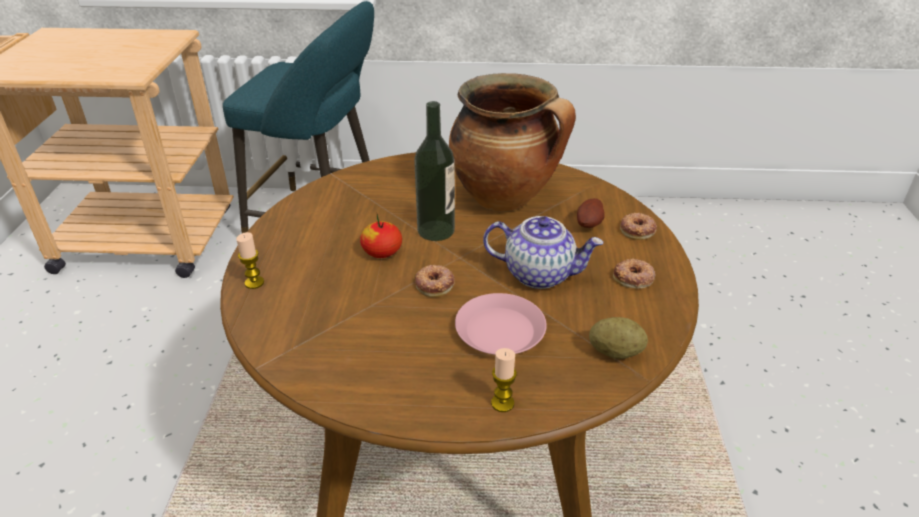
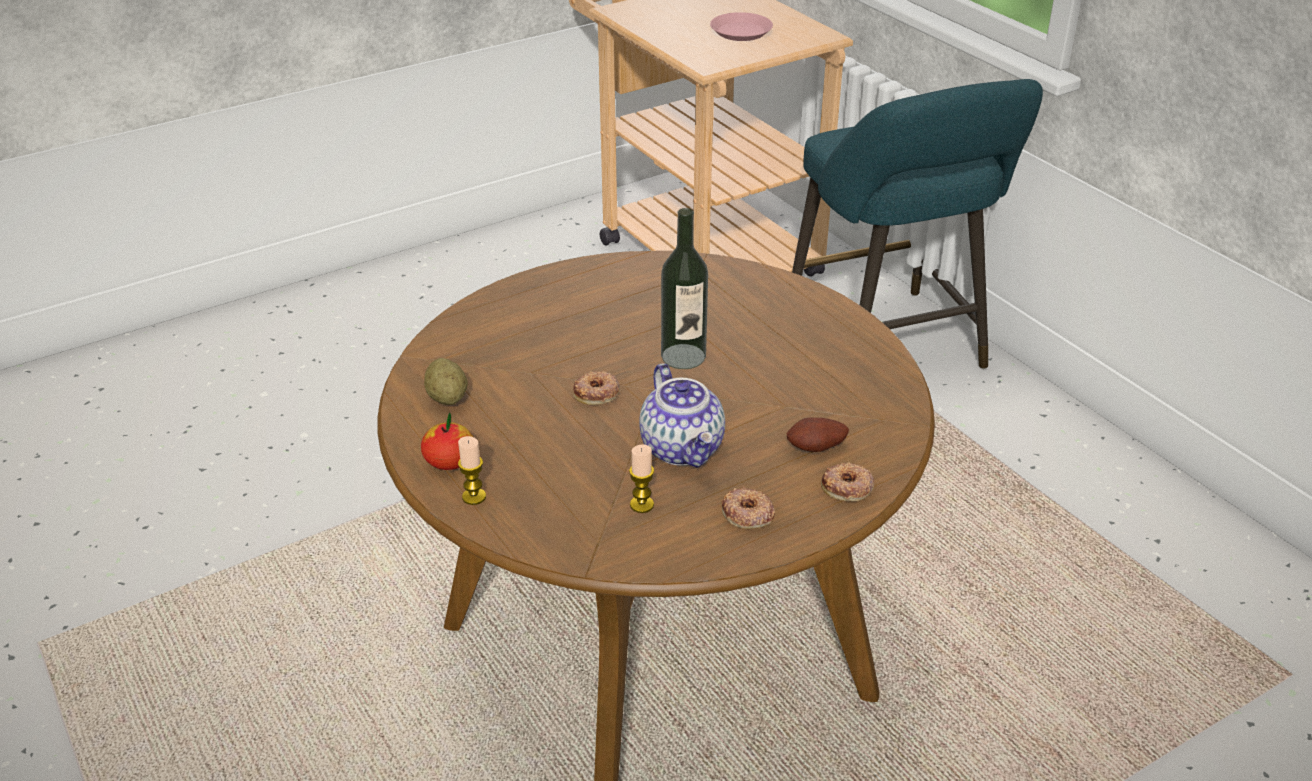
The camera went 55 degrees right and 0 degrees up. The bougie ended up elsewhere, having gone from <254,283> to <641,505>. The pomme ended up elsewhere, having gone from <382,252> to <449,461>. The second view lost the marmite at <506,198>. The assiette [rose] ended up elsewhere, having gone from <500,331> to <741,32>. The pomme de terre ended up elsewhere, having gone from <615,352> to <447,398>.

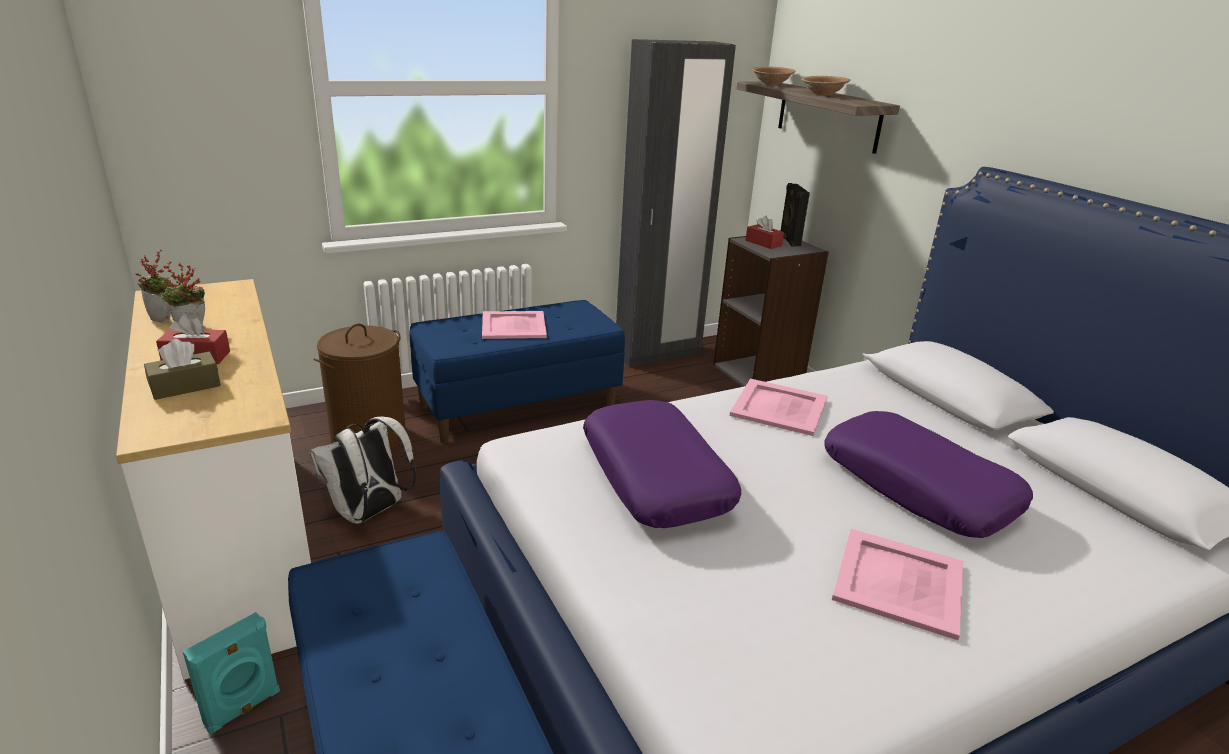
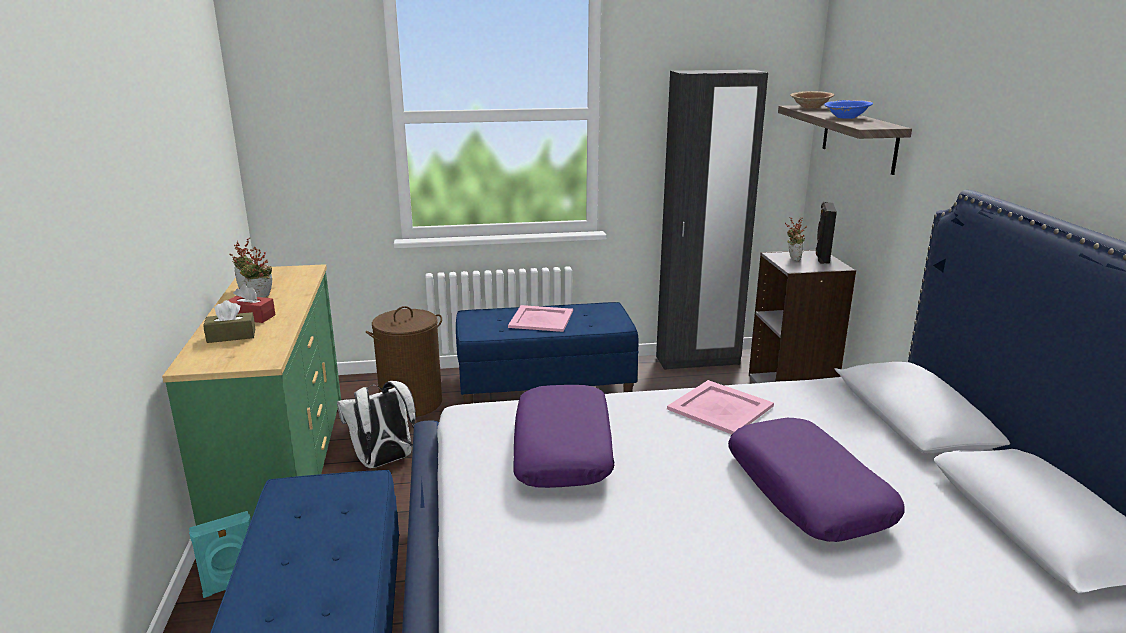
The camera went 20 degrees right and 5 degrees down. What was the commode [blanc] at <241,543> turned into the commode [vert] at <282,470>. Where the boîte à mouchoirs [rouge] stood at <763,243>, the plante en pot came to stand at <792,259>. What was the bol [marron] at <823,94> turned into the bol [bleu] at <846,117>. The second view lost the plateau [rose] at <900,581>.

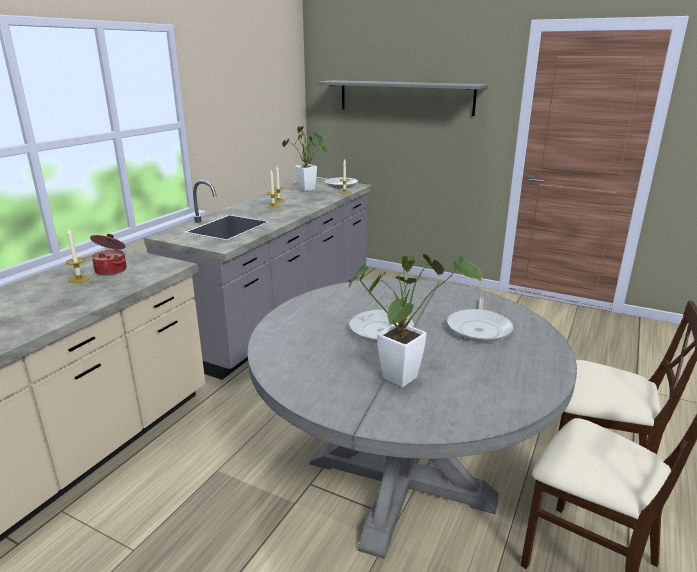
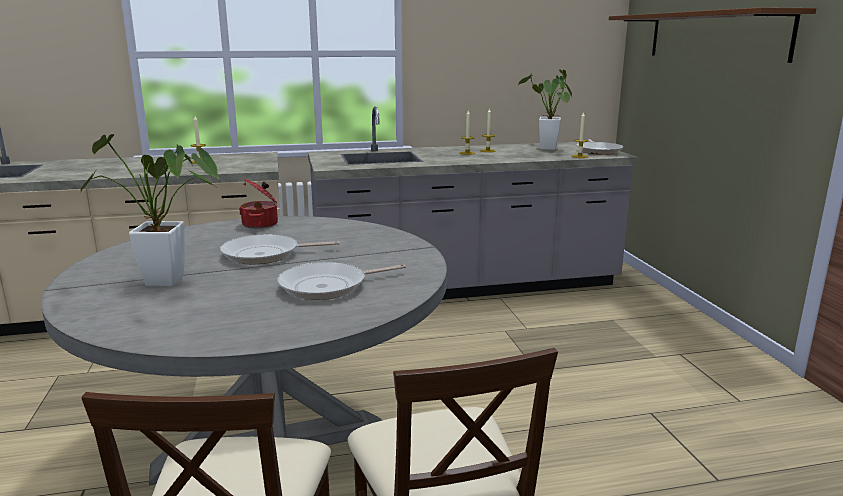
The camera went 50 degrees right and 5 degrees down. The marmite ended up elsewhere, having gone from <112,270> to <261,224>. What was the étagère [gris] at <405,97> turned into the étagère [marron] at <714,36>.

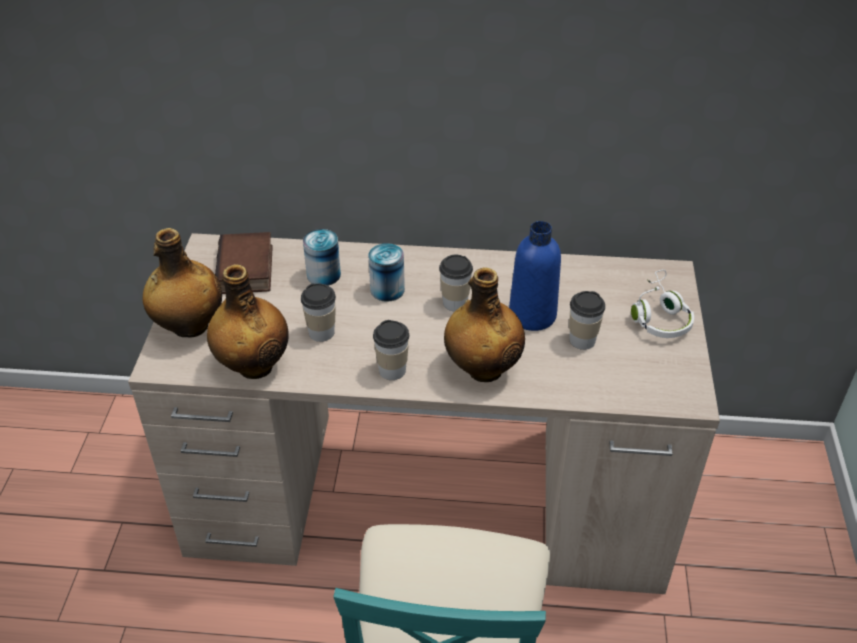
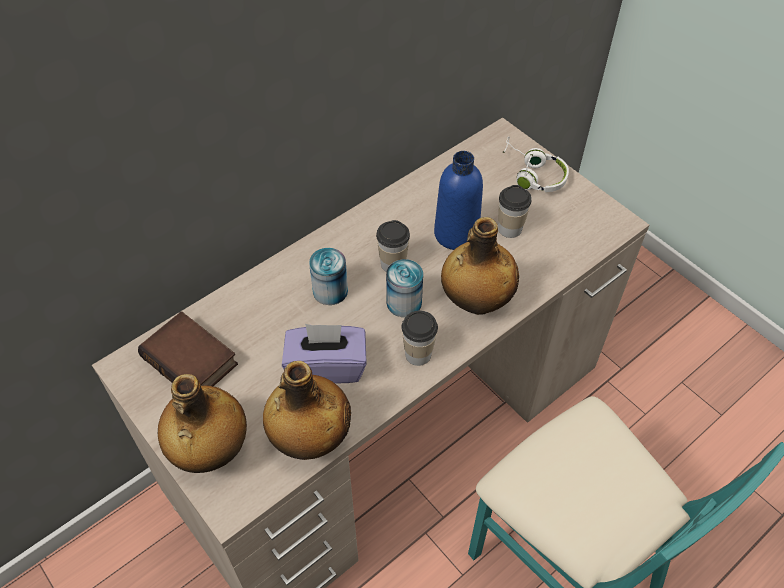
The camera went 45 degrees left and 10 degrees up. Where the tasse stood at <321,332>, the boîte à mouchoirs [violet] came to stand at <327,366>. The boîte métallique ended up elsewhere, having gone from <323,275> to <404,302>.

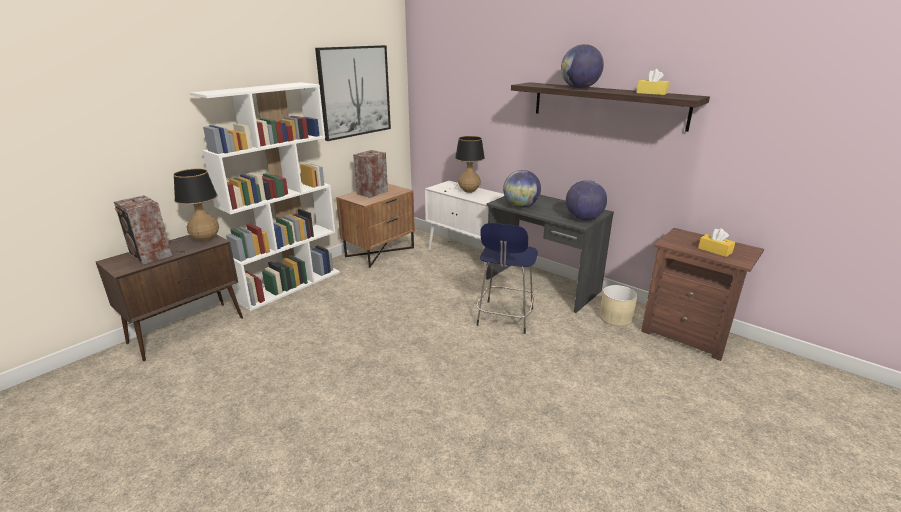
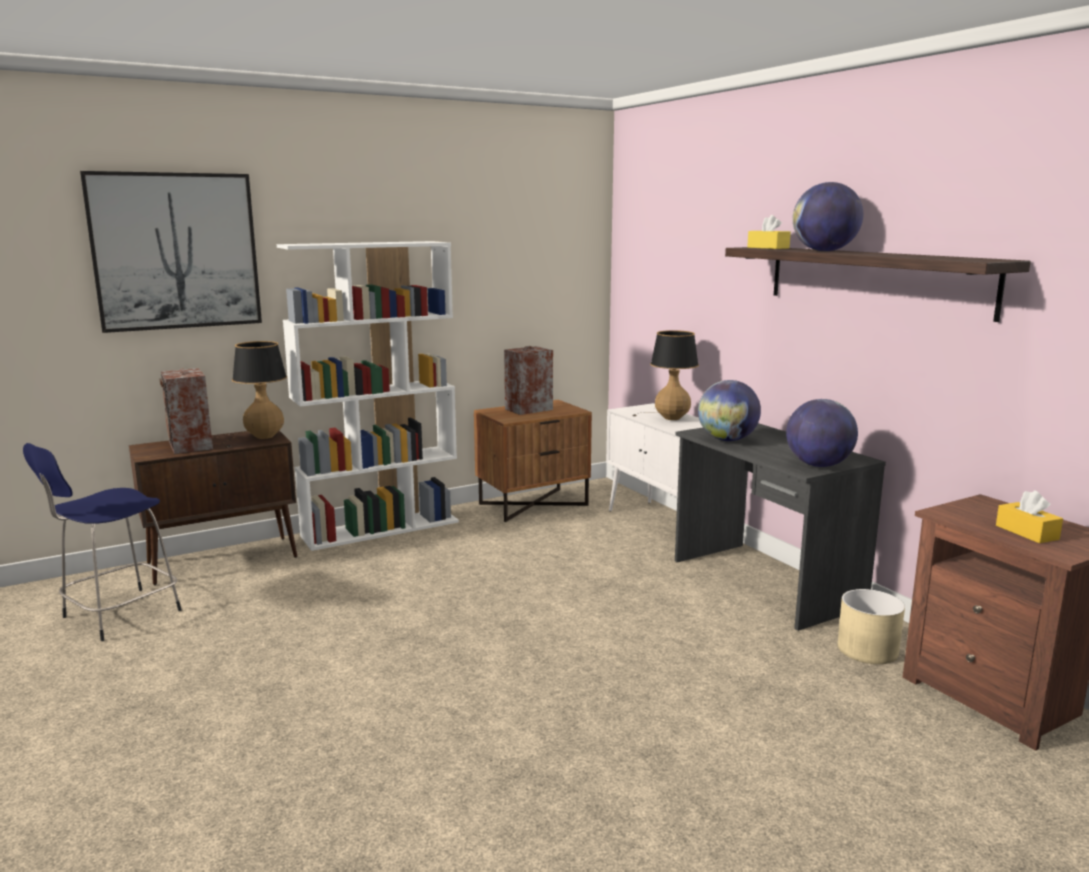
The camera went 20 degrees right and 10 degrees down. The tableau ended up elsewhere, having gone from <355,91> to <176,251>. The tabouret [bleu] ended up elsewhere, having gone from <504,318> to <118,615>. The boîte à mouchoirs [jaune] ended up elsewhere, having gone from <651,93> to <768,248>.

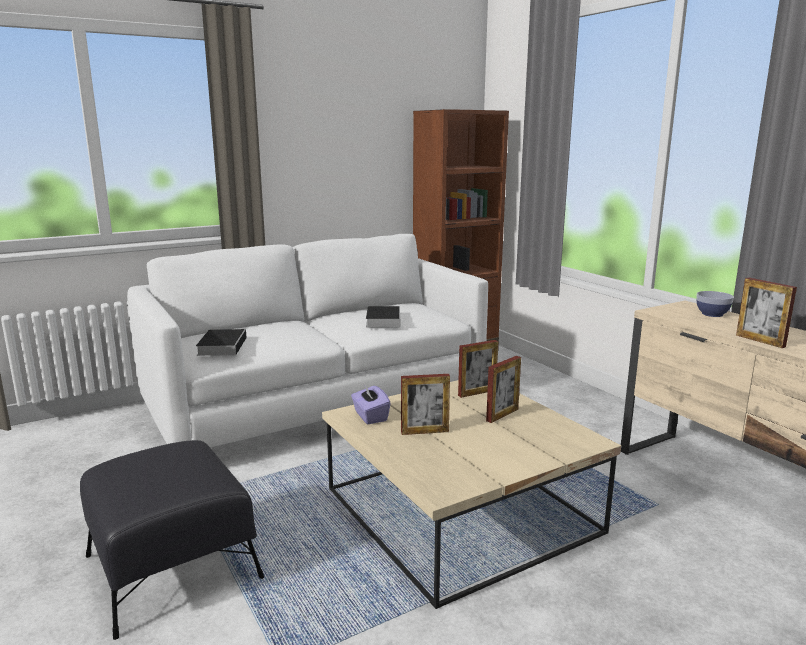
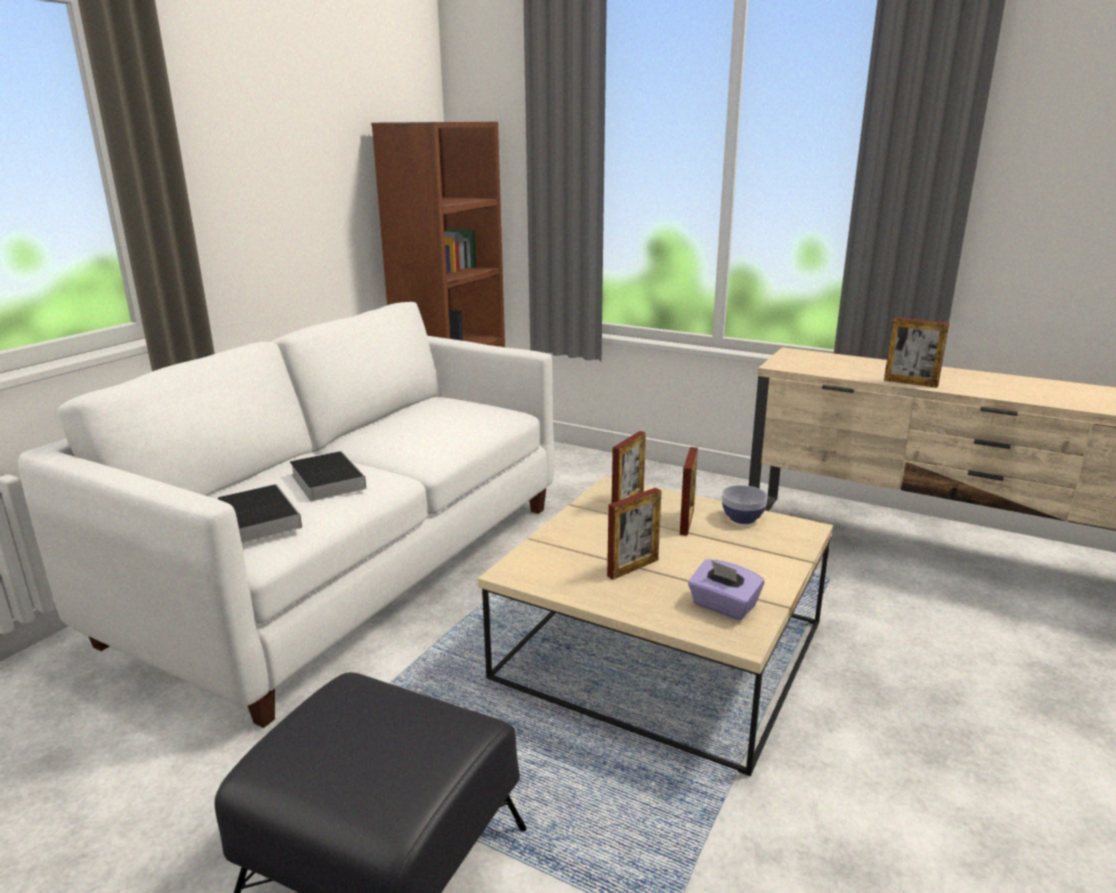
The camera went 30 degrees left and 5 degrees up. The boîte à mouchoirs [violet] ended up elsewhere, having gone from <370,416> to <723,606>. The livre ended up elsewhere, having gone from <383,320> to <326,480>. The bol ended up elsewhere, having gone from <712,314> to <742,518>.

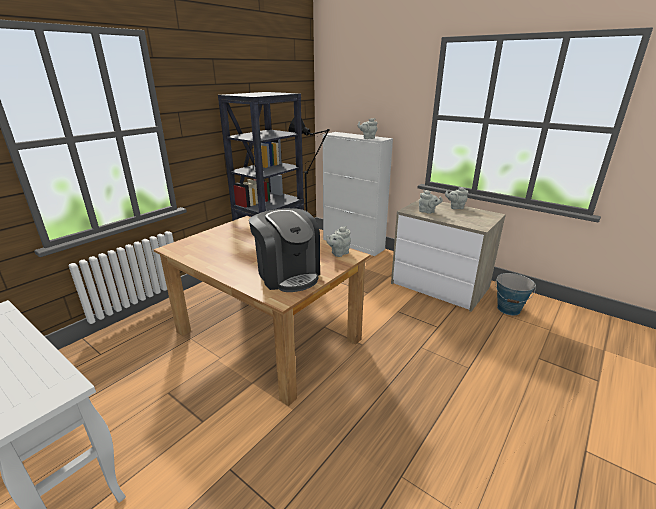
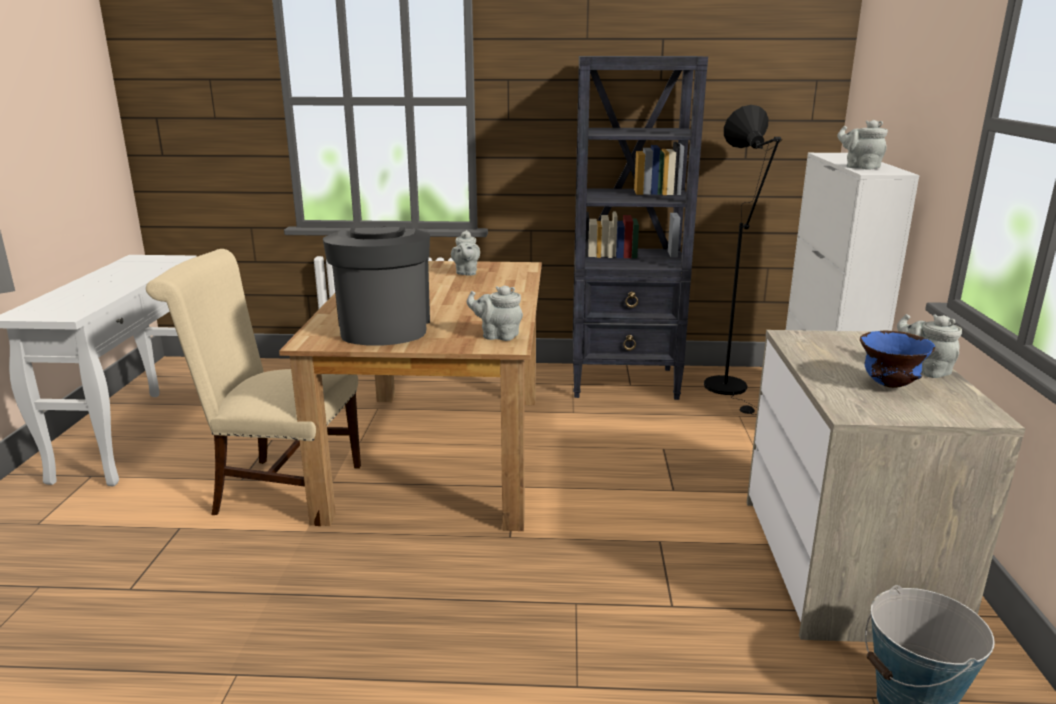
The camera went 55 degrees right and 5 degrees down. The machine à café at <288,274> ended up facing another way, 150 degrees clockwise from before. The théière [gris] ended up elsewhere, having gone from <428,212> to <466,273>. The second view gained the chaise [beige] at <280,489>. The second view gained the bol [bleu] at <889,386>.

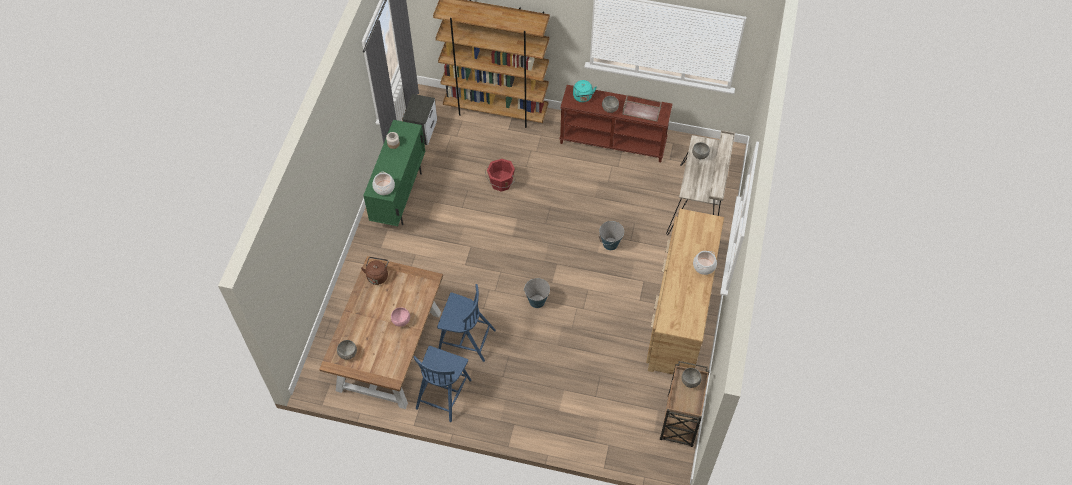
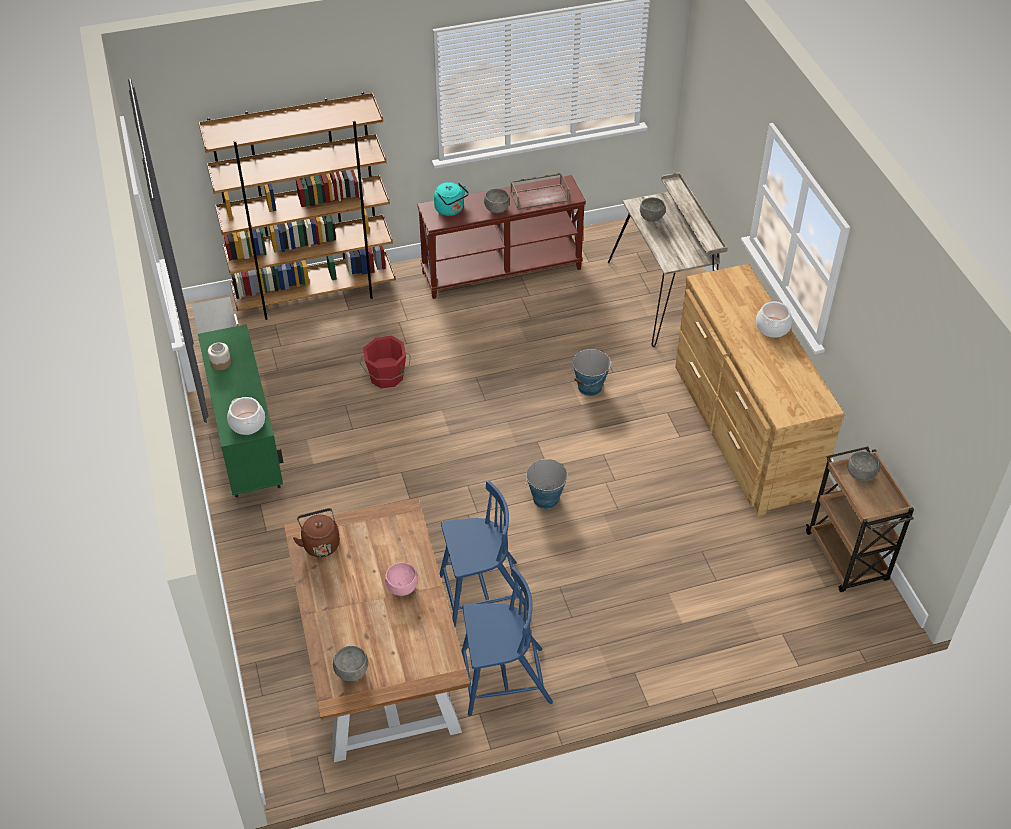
The camera went 30 degrees left and 10 degrees down. The chaise [bleu] at <443,393> ended up facing another way, 90 degrees counterclockwise from before.

